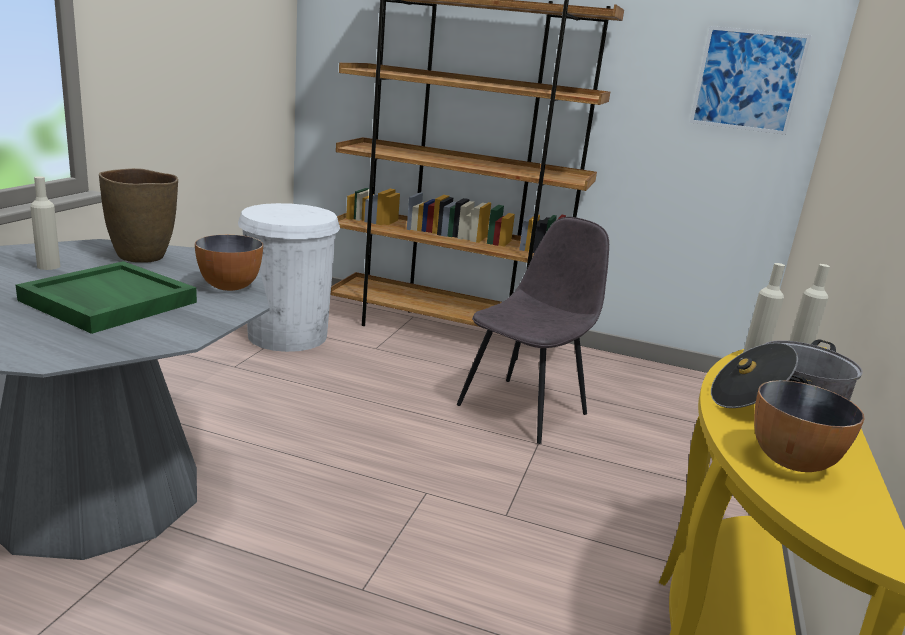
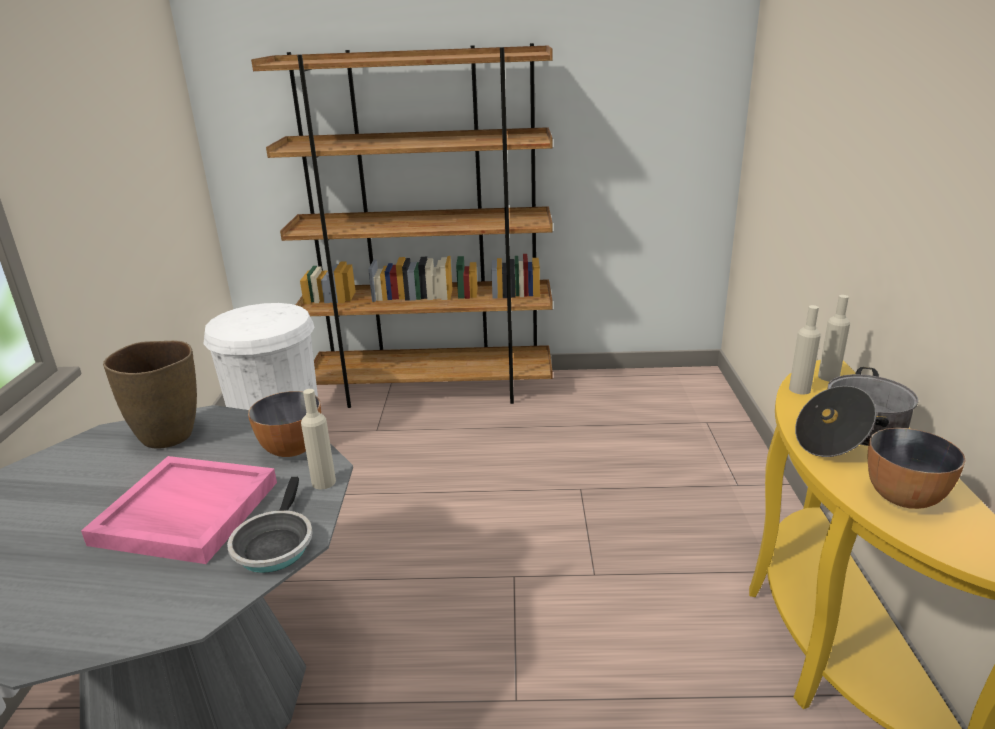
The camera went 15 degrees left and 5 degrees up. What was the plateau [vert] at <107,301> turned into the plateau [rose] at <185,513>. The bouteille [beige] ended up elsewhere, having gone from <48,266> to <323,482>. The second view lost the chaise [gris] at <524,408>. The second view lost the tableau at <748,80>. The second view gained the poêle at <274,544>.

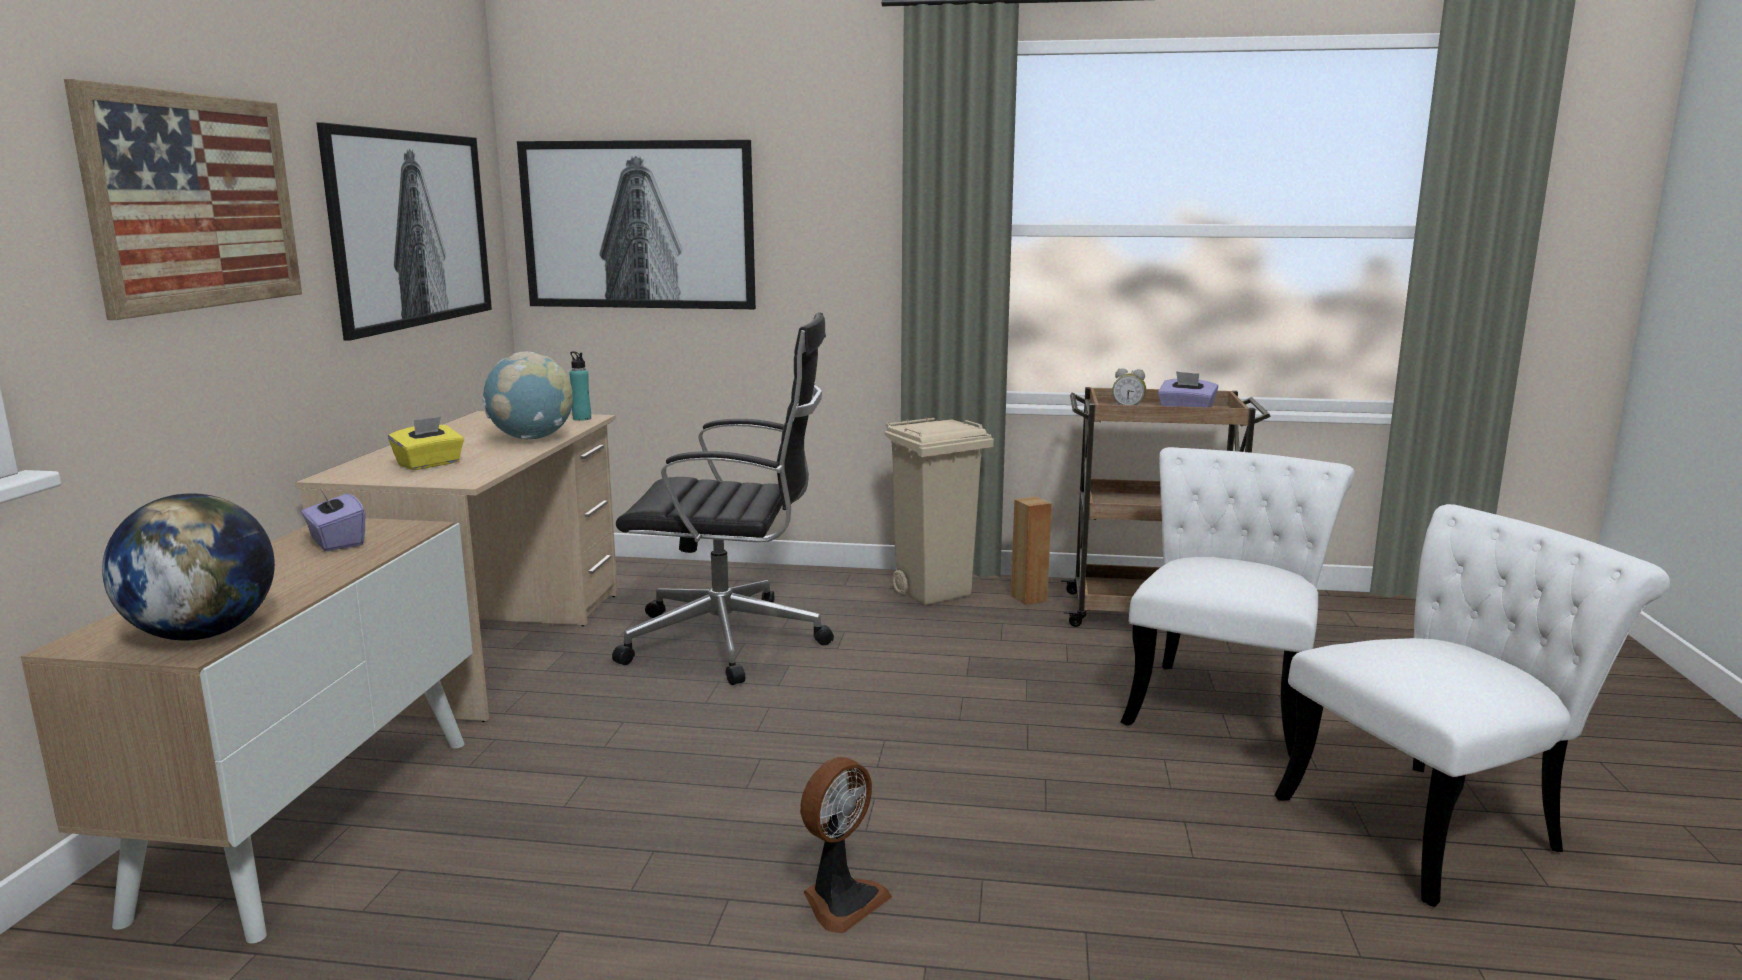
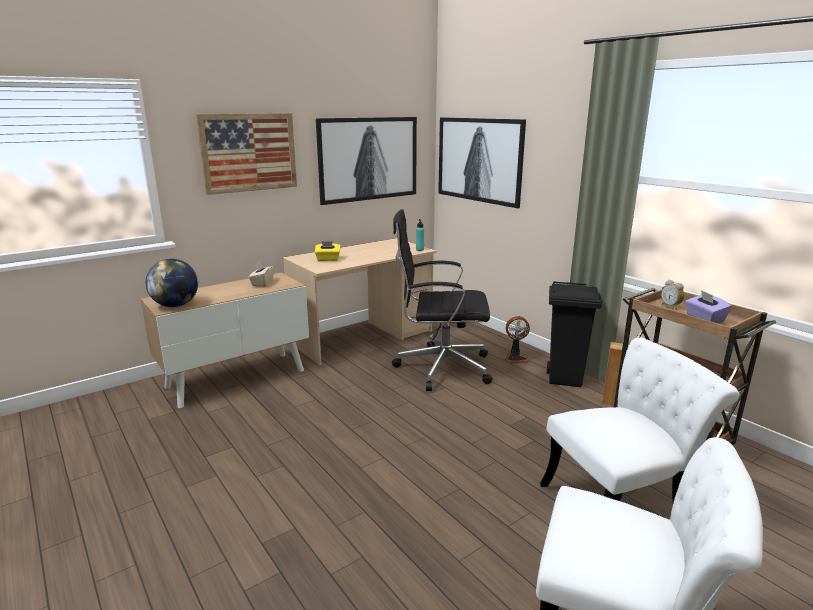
The camera went 45 degrees right and 5 degrees up. What was the boîte à mouchoirs [violet] at <336,542> turned into the boîte à mouchoirs [beige] at <262,283>. The second view lost the globe at <532,438>. The chaise de bureau [noir] at <731,641> ended up facing another way, 135 degrees clockwise from before. The ventilateur ended up elsewhere, having gone from <841,900> to <515,358>. What was the poubelle [beige] at <935,593> turned into the poubelle [noir] at <565,379>.

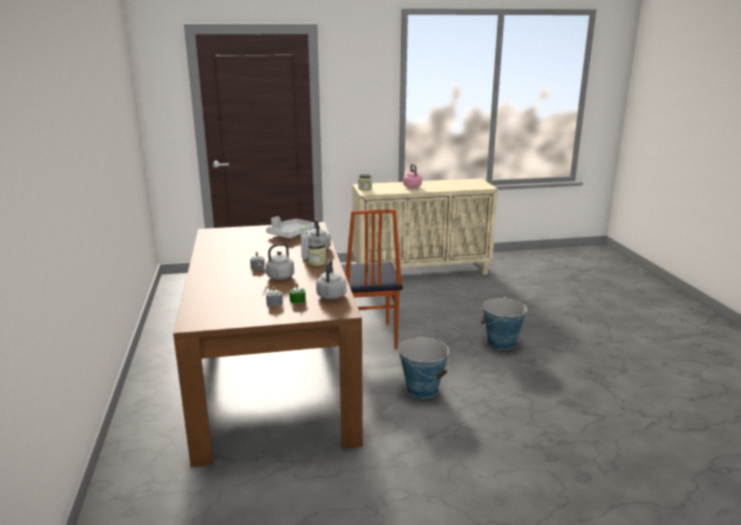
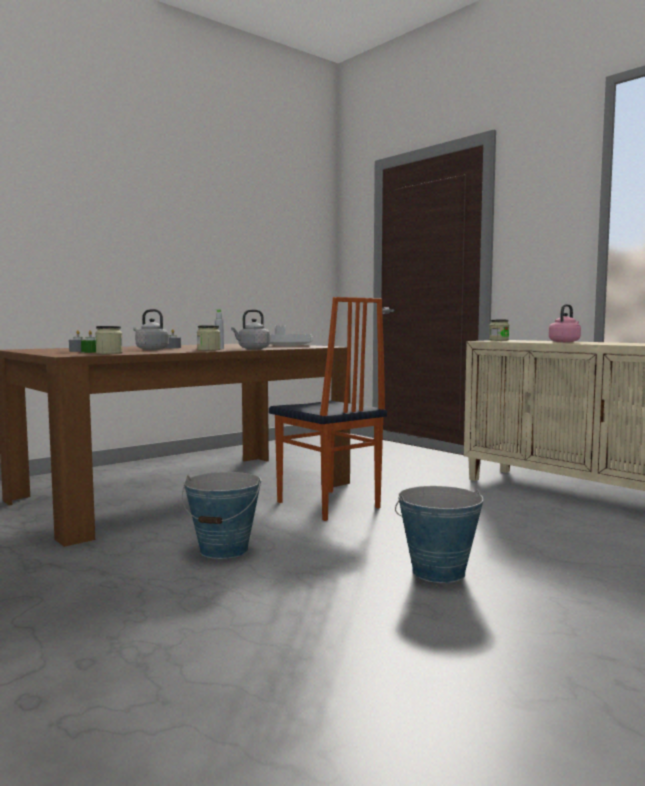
The camera went 60 degrees right and 15 degrees down. Where the bouilloire [gris] stood at <331,296>, the bocal came to stand at <109,353>. The chaise at <368,337> ended up facing another way, 90 degrees counterclockwise from before.

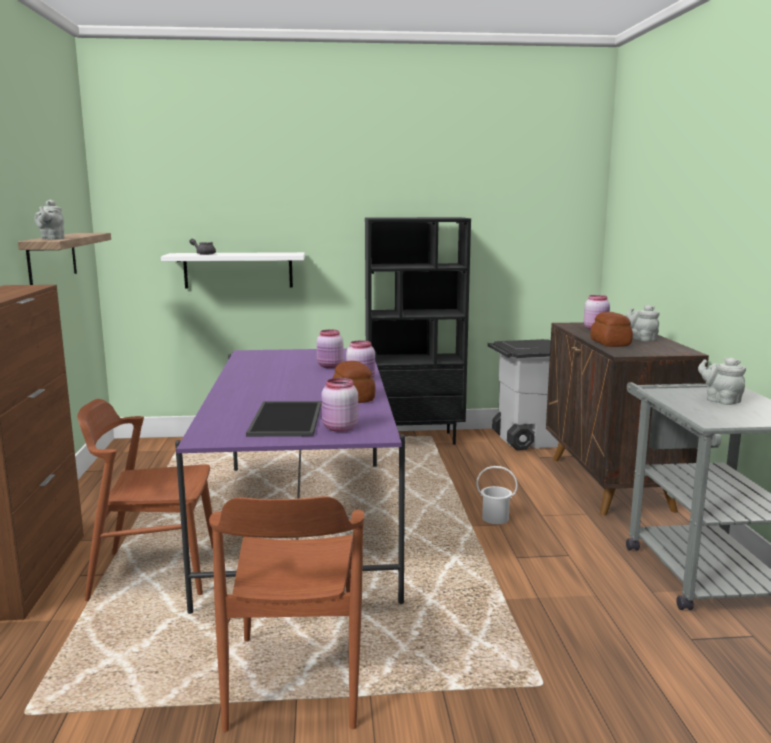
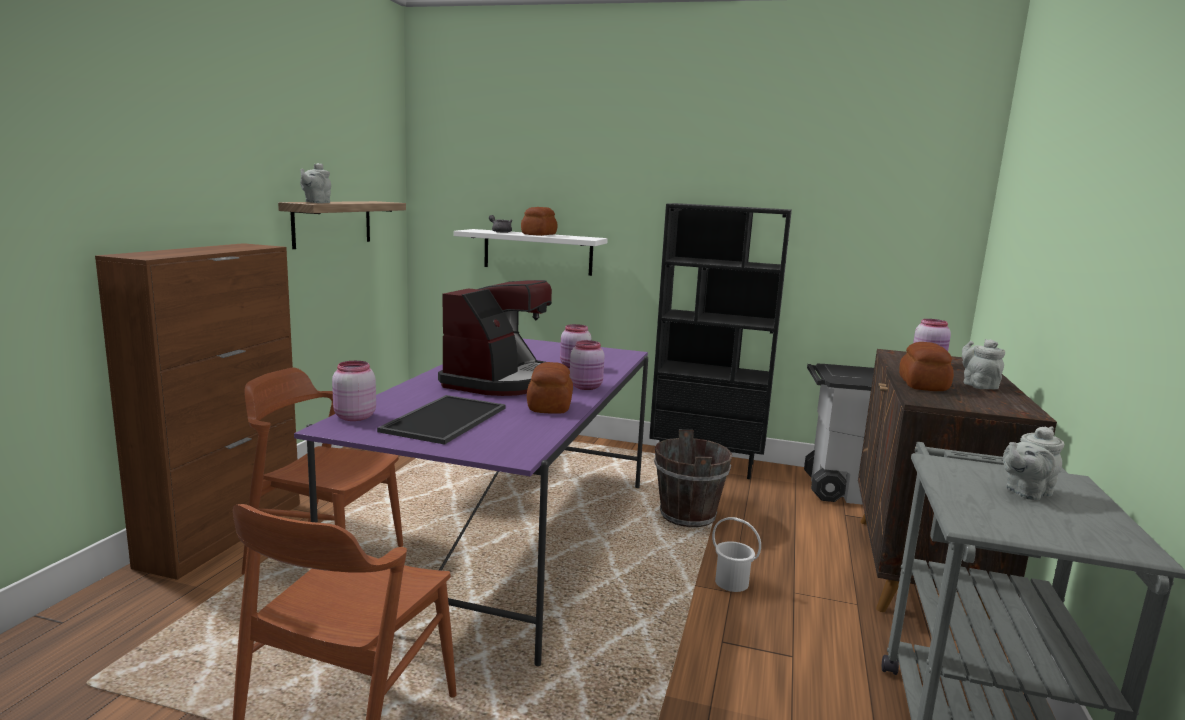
The camera went 20 degrees right and 0 degrees up. The bocal [rose] ended up elsewhere, having gone from <339,428> to <353,417>. The théière [gris] at <720,400> ended up facing another way, 105 degrees counterclockwise from before. The second view gained the machine à café at <501,381>. The second view gained the pain at <539,234>. The second view gained the seau [marron] at <687,516>.

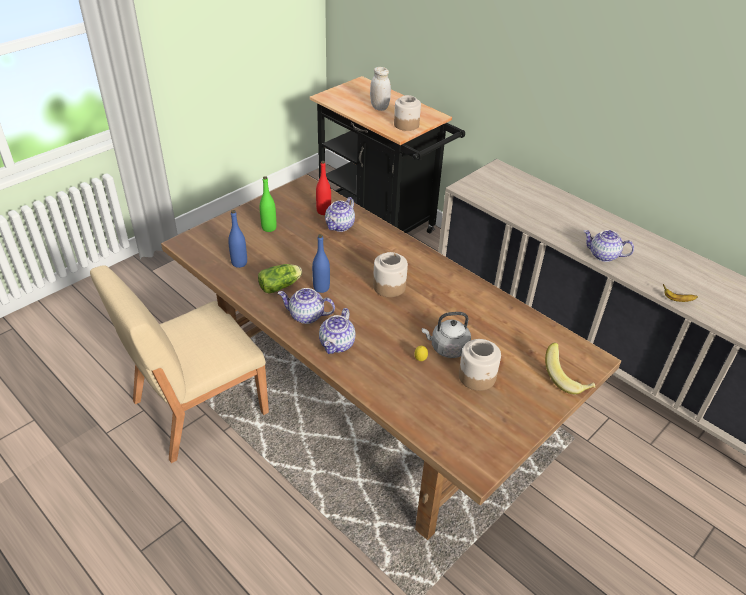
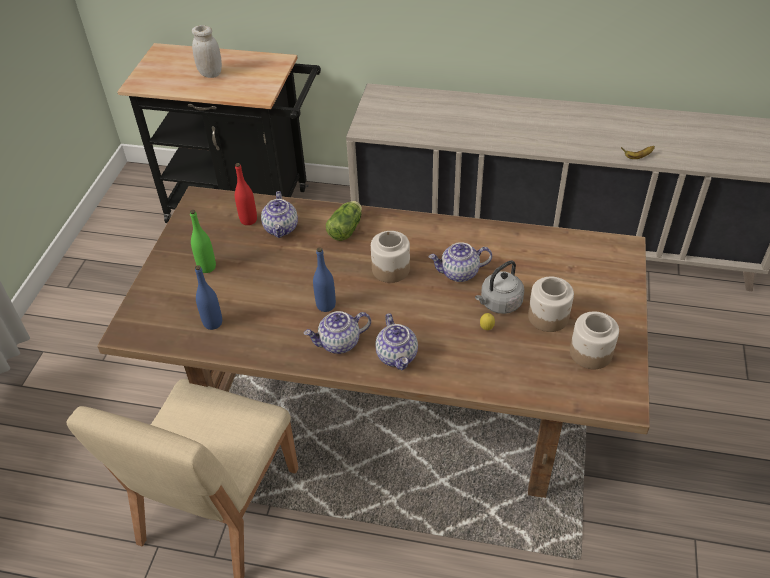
The camera went 30 degrees left and 5 degrees up. The laitue ended up elsewhere, having gone from <281,286> to <347,228>. The bocal ended up elsewhere, having gone from <406,124> to <590,353>. The second view lost the banane at <567,379>. The théière ended up elsewhere, having gone from <603,255> to <459,273>.

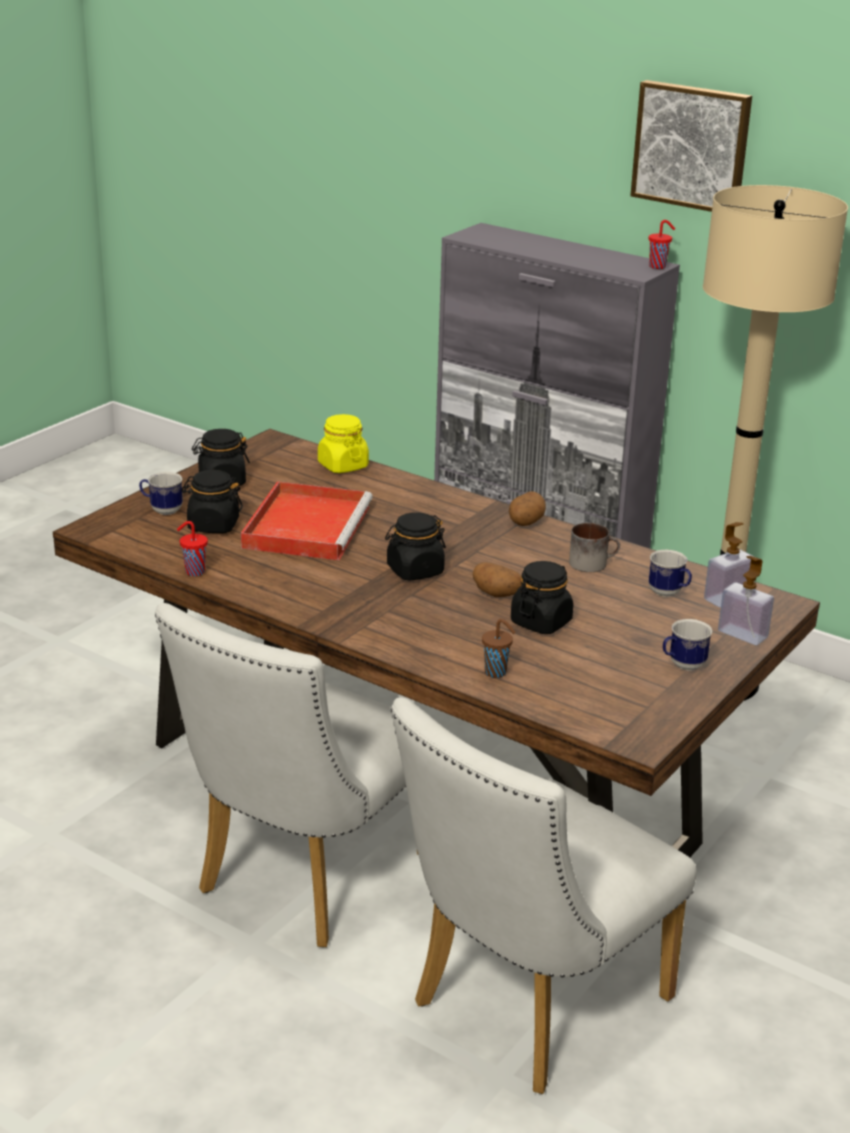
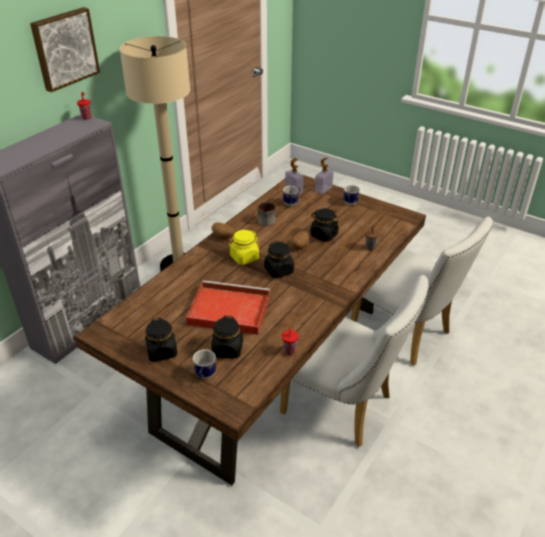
The camera went 90 degrees left and 10 degrees up. The bocal [jaune] ended up elsewhere, having gone from <342,466> to <244,258>.

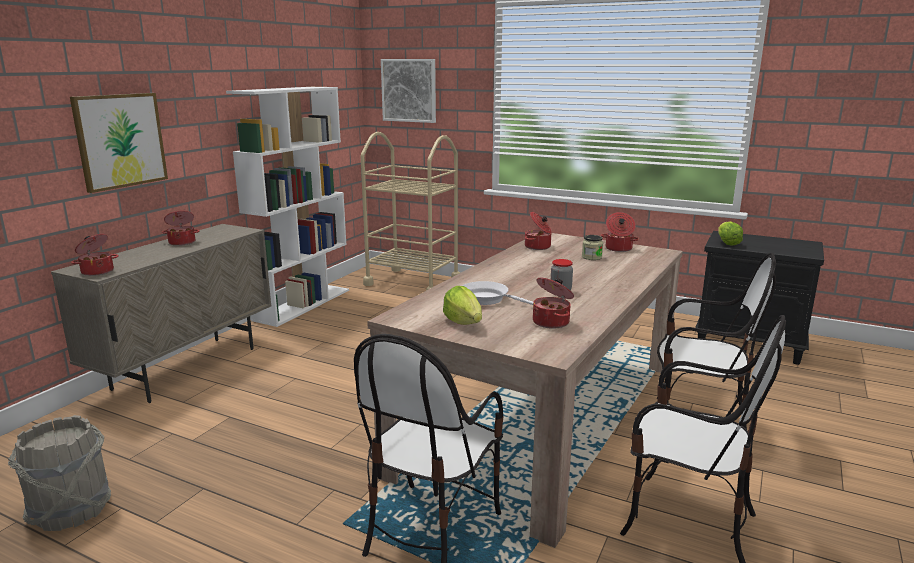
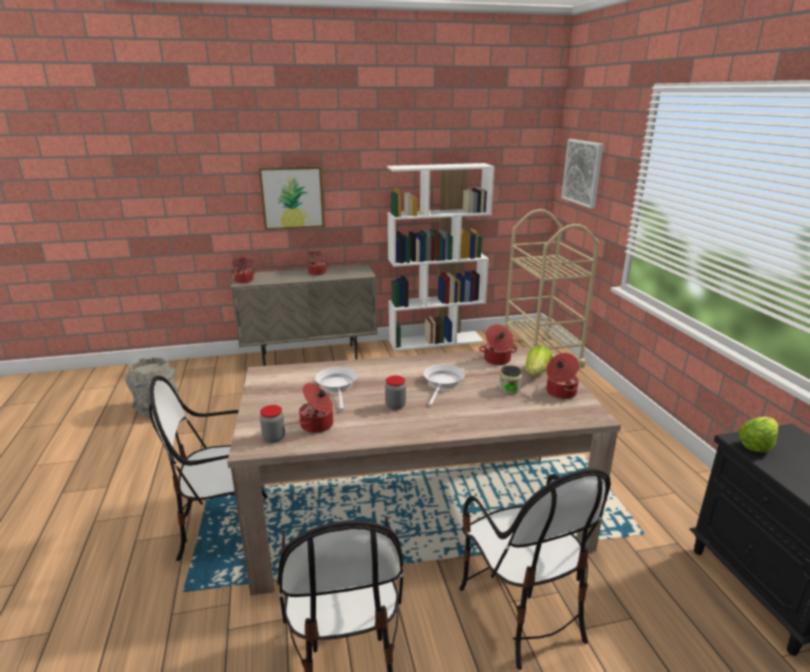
The camera went 50 degrees right and 5 degrees up. The laitue ended up elsewhere, having gone from <463,322> to <537,373>. The second view gained the bocal at <274,438>. The second view gained the poêle [blanc] at <443,383>.

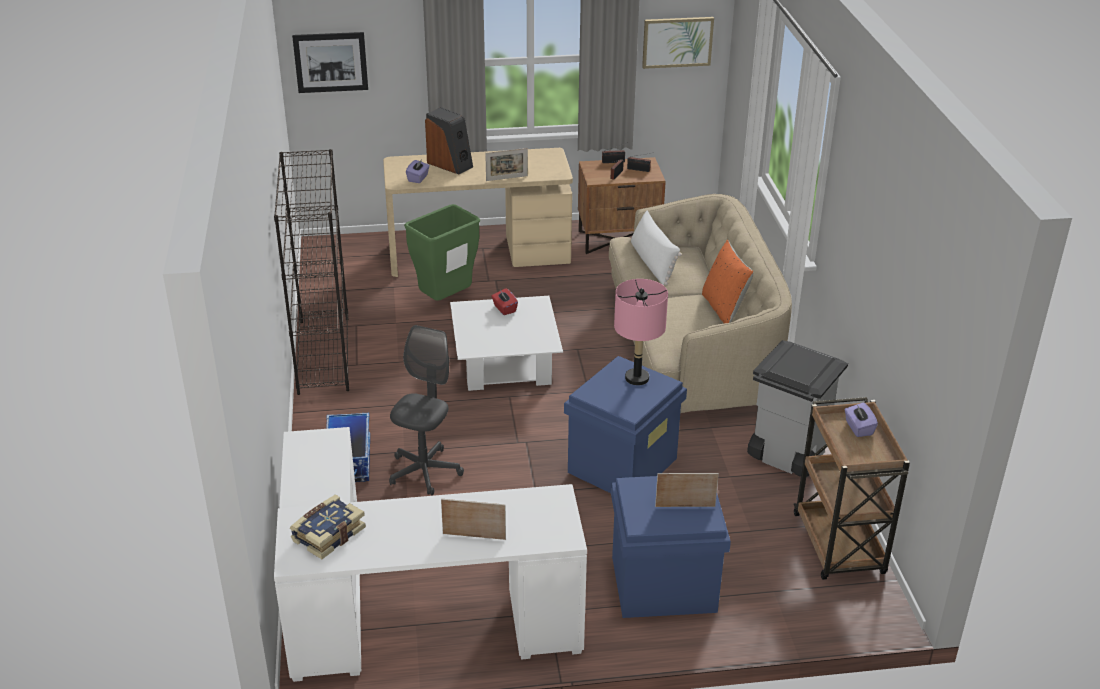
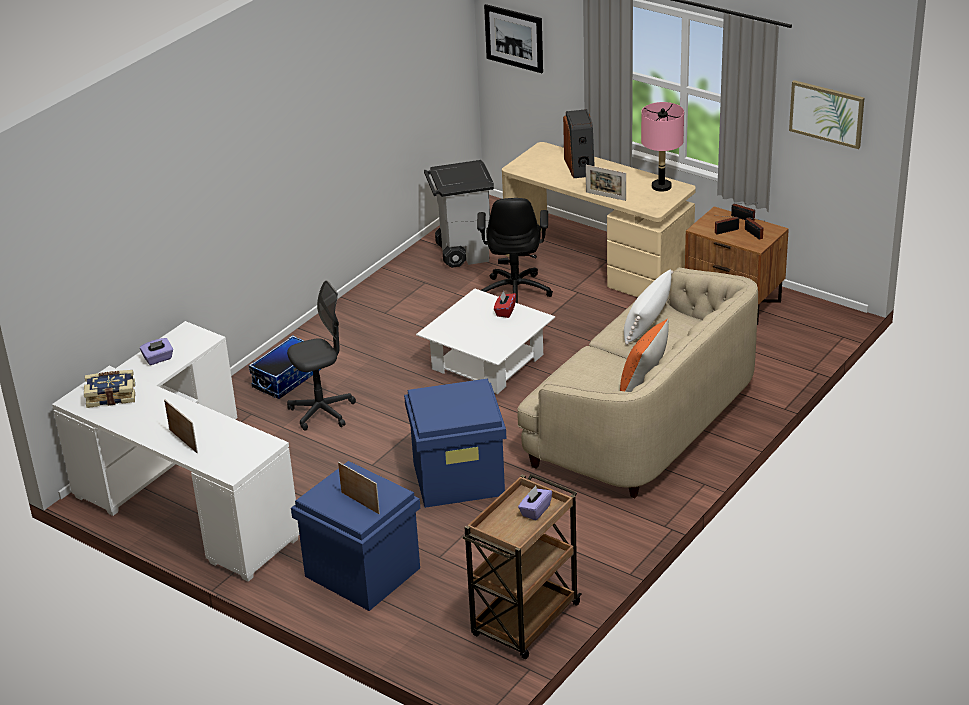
The camera went 45 degrees right and 0 degrees up. The second view lost the bibliothèque [noir] at <323,354>. Where the poubelle [vert] stood at <445,300>, the chaise de bureau [noir] came to stand at <515,291>. The boîte à mouchoirs [violet] ended up elsewhere, having gone from <418,178> to <158,359>. The lampe de table [rose] ended up elsewhere, having gone from <637,378> to <661,186>. The poubelle [gris] ended up elsewhere, having gone from <785,456> to <462,253>.

